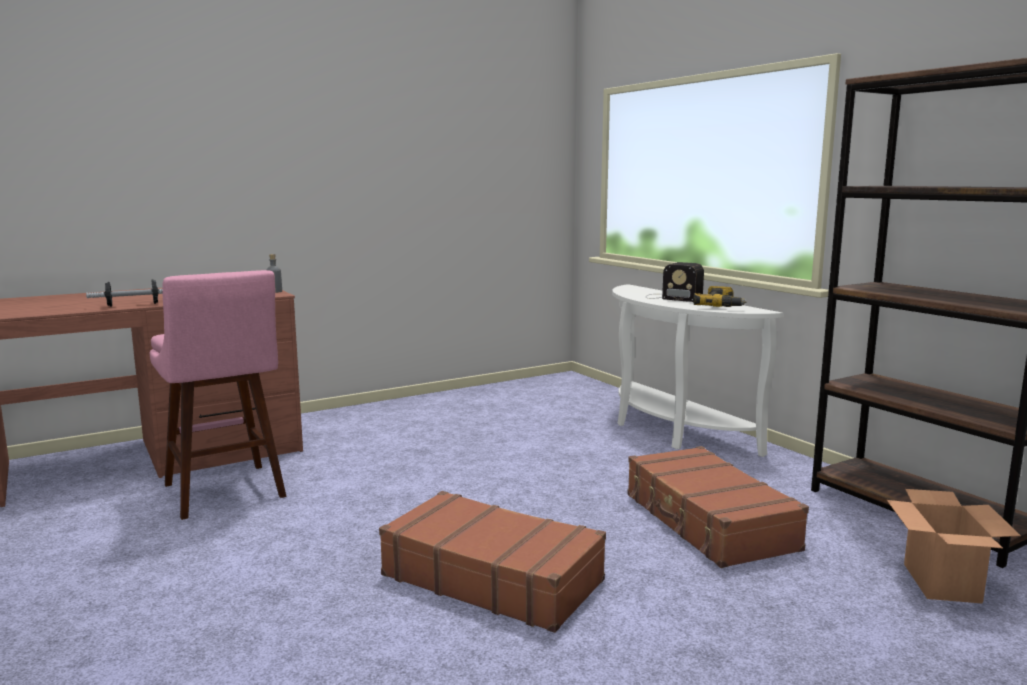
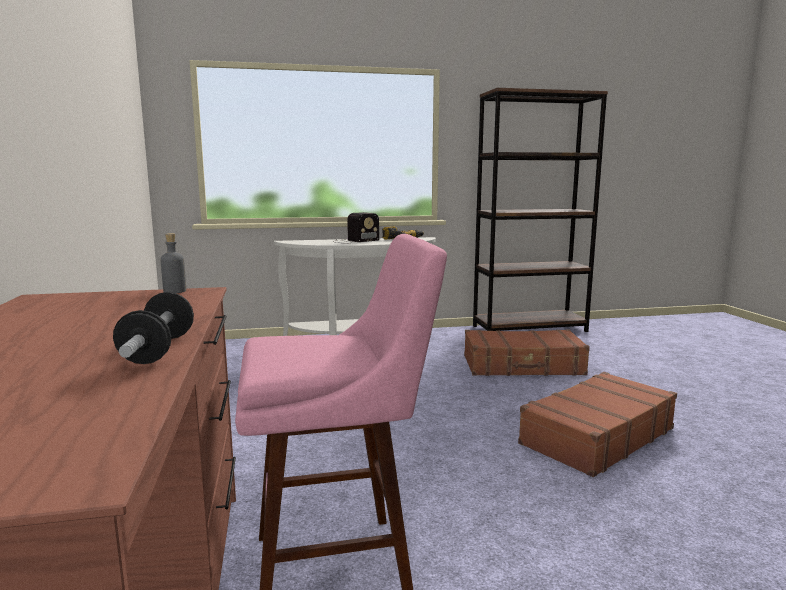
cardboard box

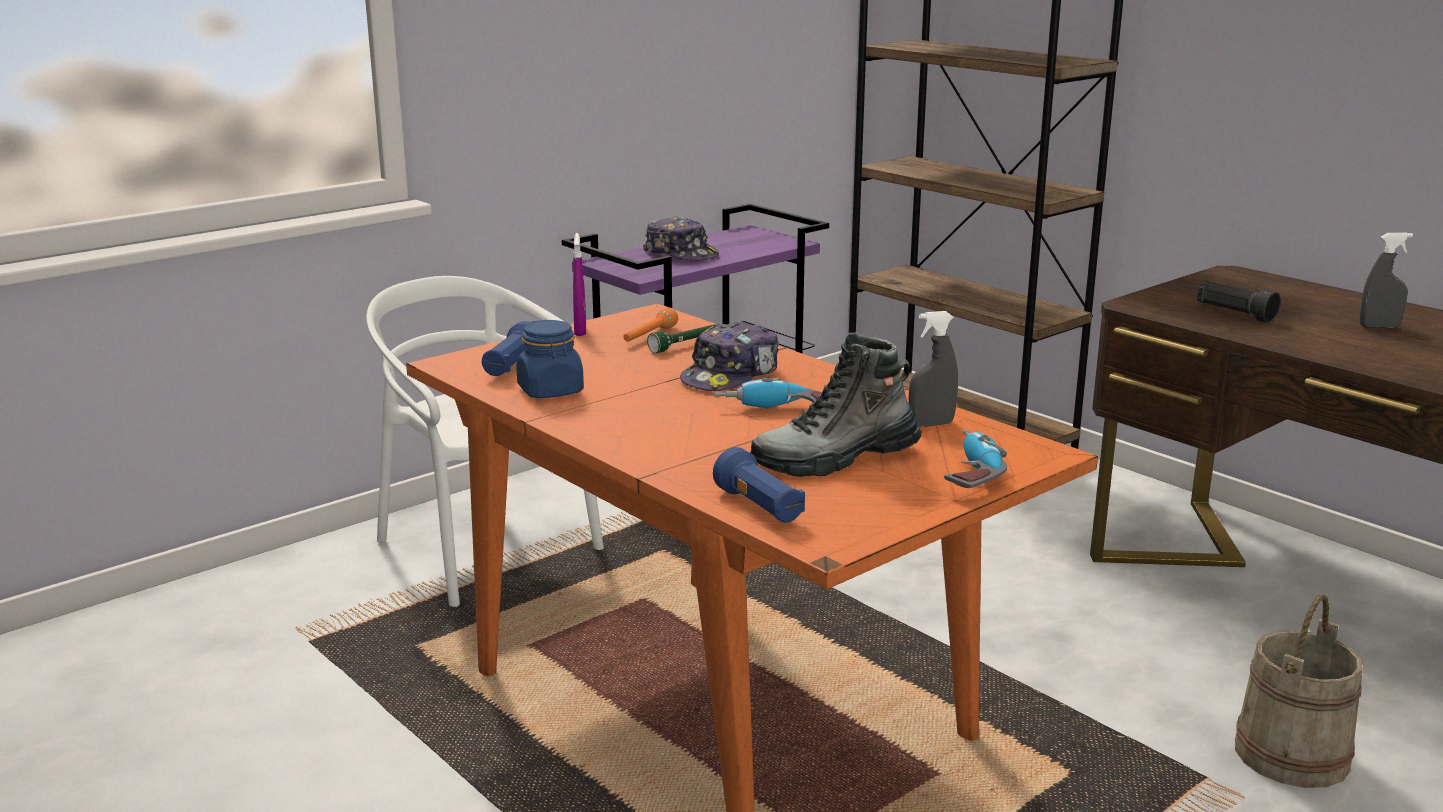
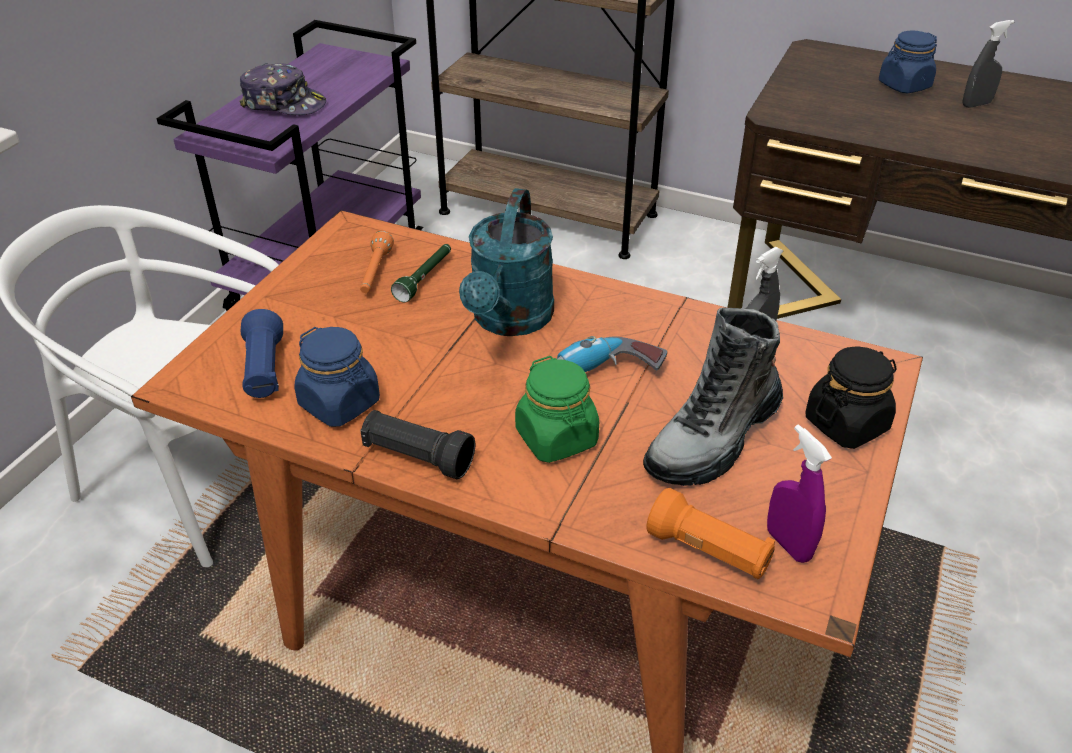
beige bucket
green jar
blue jar (no. 2 from left)
purple spray bottle
black flashlight
turquoise watering can
black jar
orange flashlight (no. 2 from left)

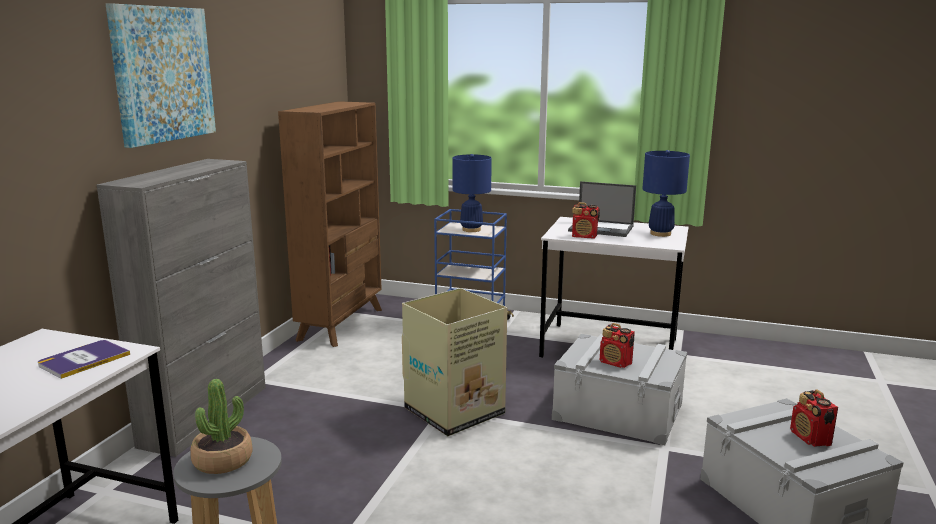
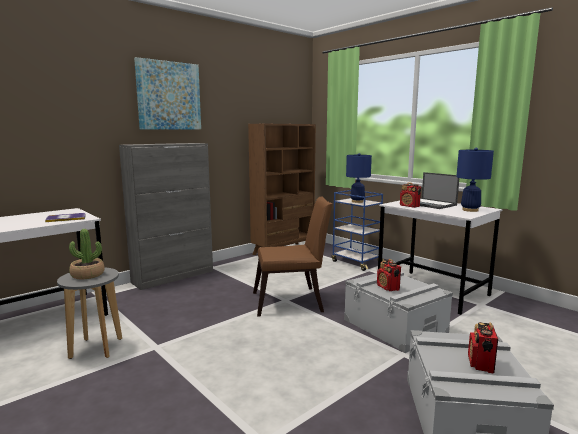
brown chair

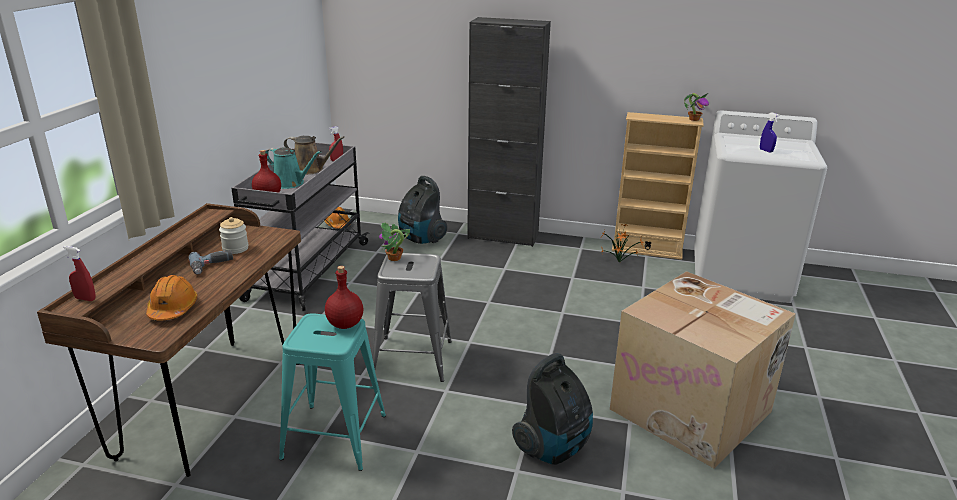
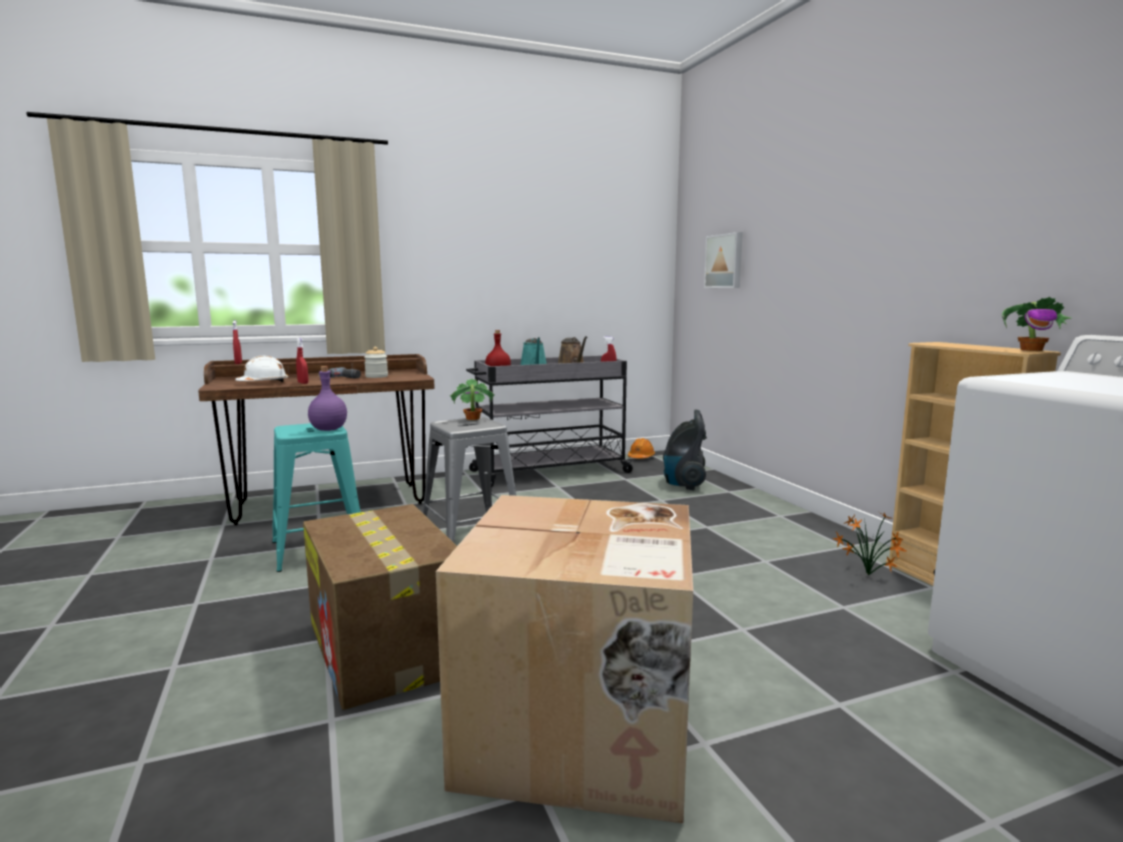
black cabinet
blue spray bottle
red spray bottle (no. 2 from left)
picture
cardboard box (no. 1 from left)
white hard hat
purple bottle

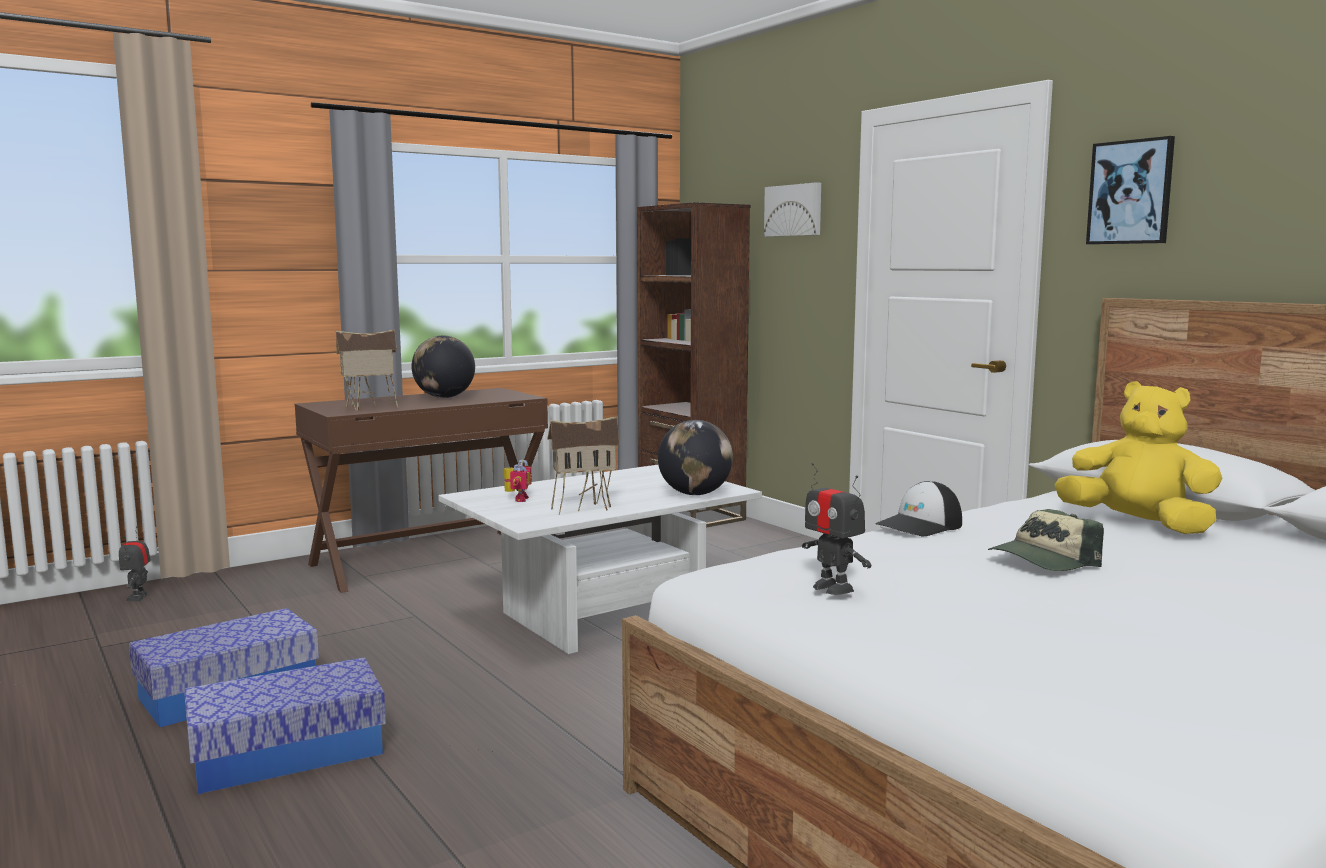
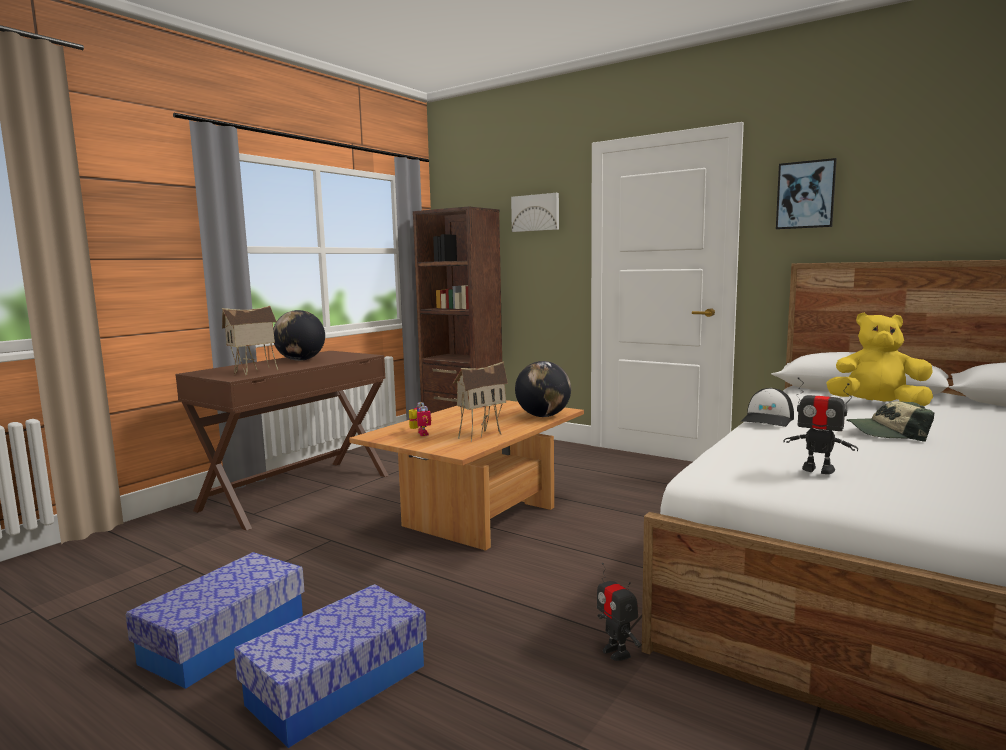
toy robot (no. 2 from left)
brown coffee table
cap (no. 2 from left)

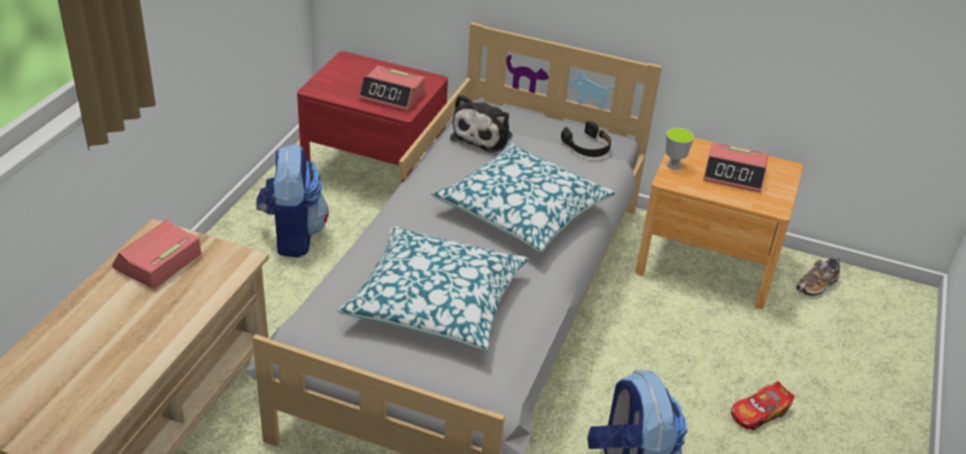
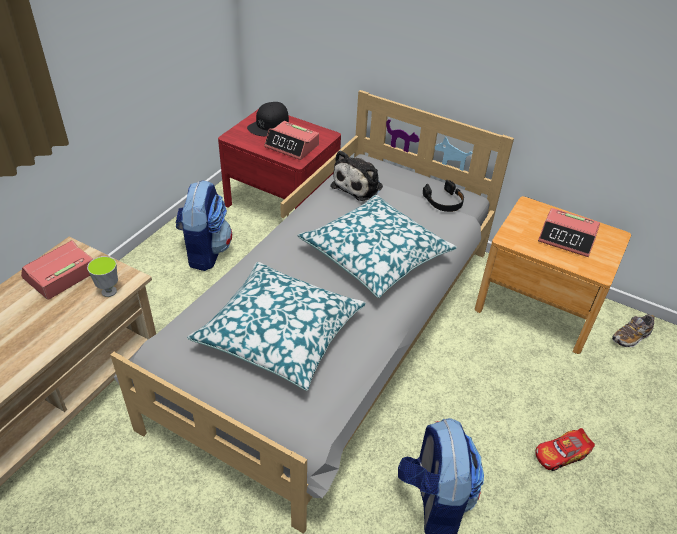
black cap
cup

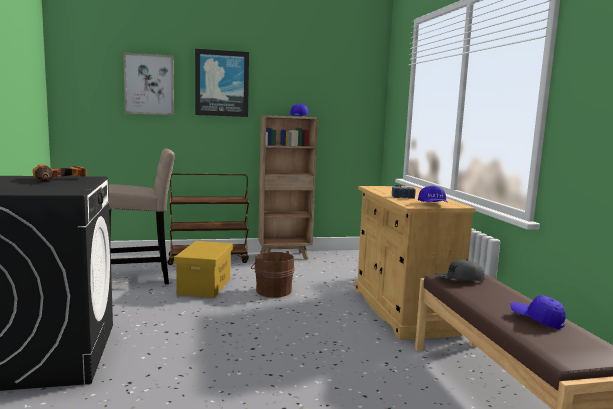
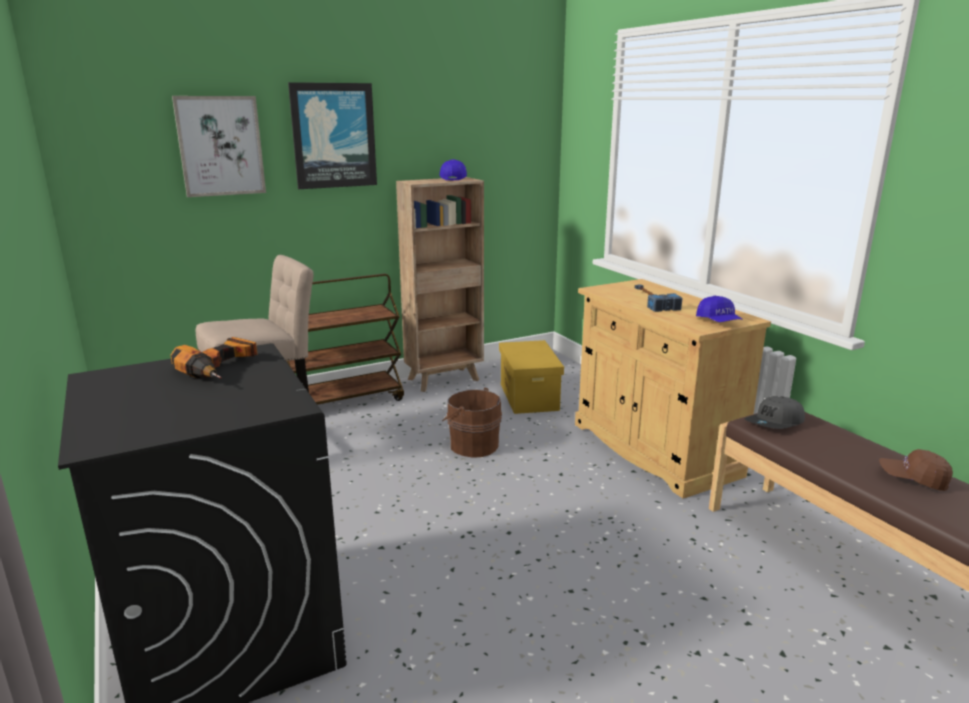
yellow storage box
brown cap

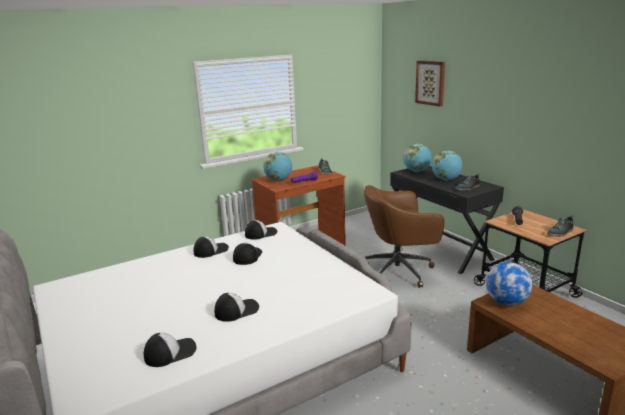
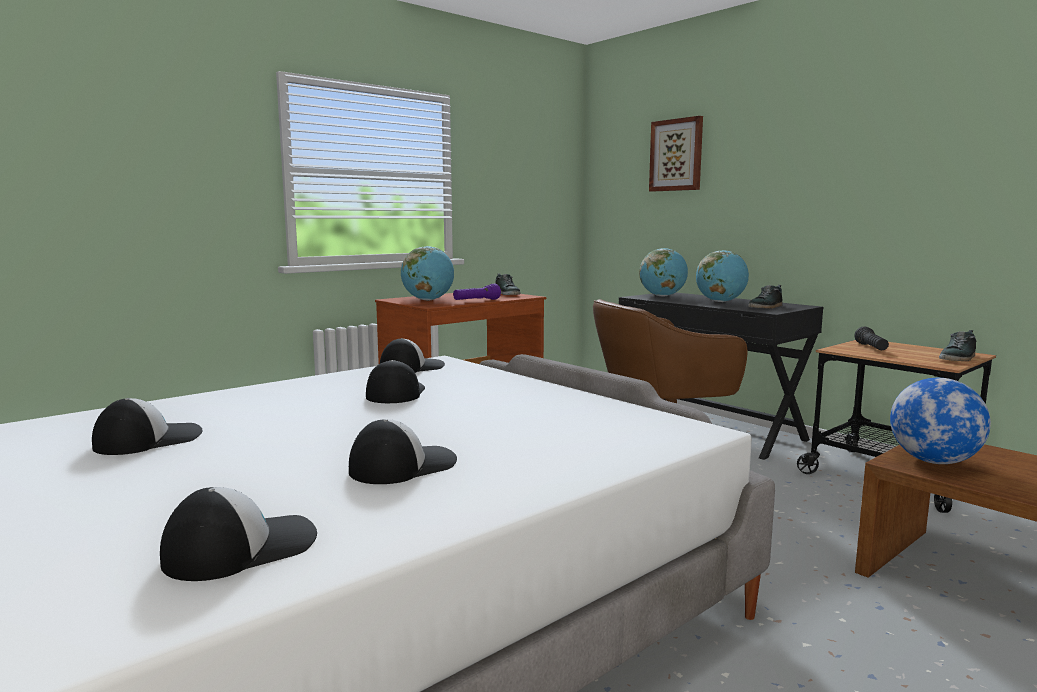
cap (no. 1 from left)

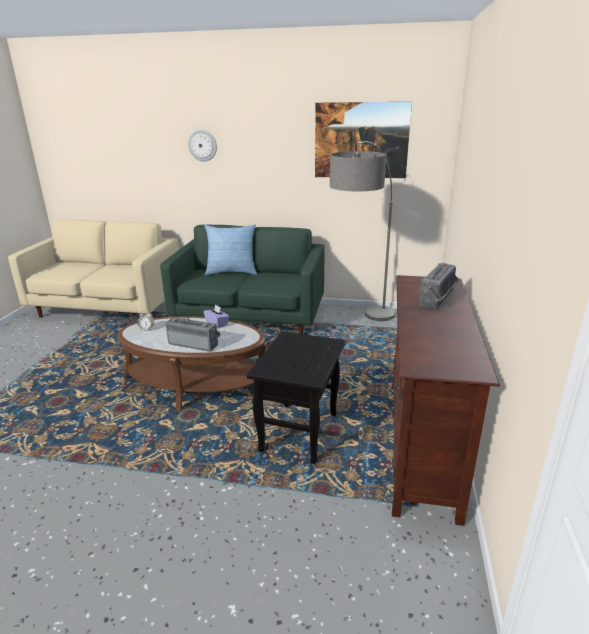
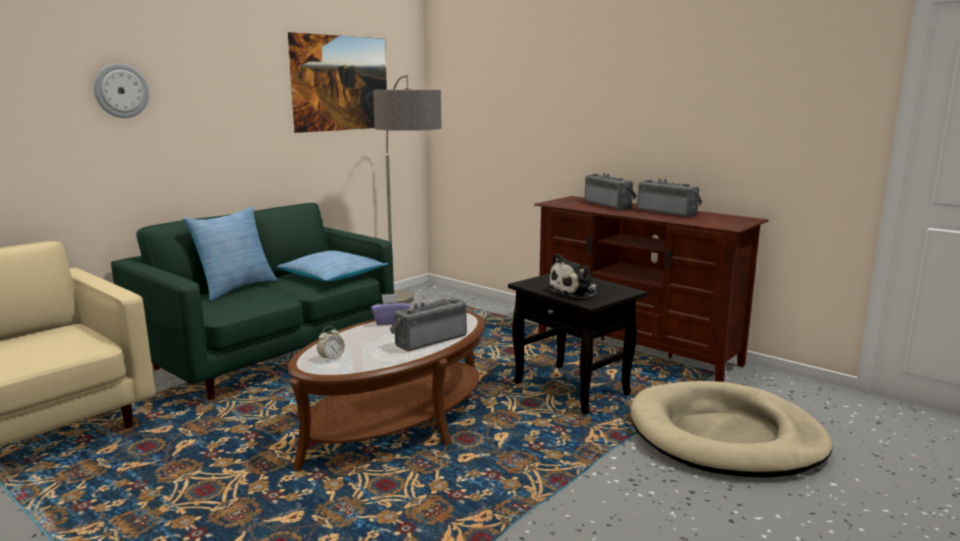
pillow (no. 2 from left)
plush toy
beige dog bed
radio (no. 3 from left)

